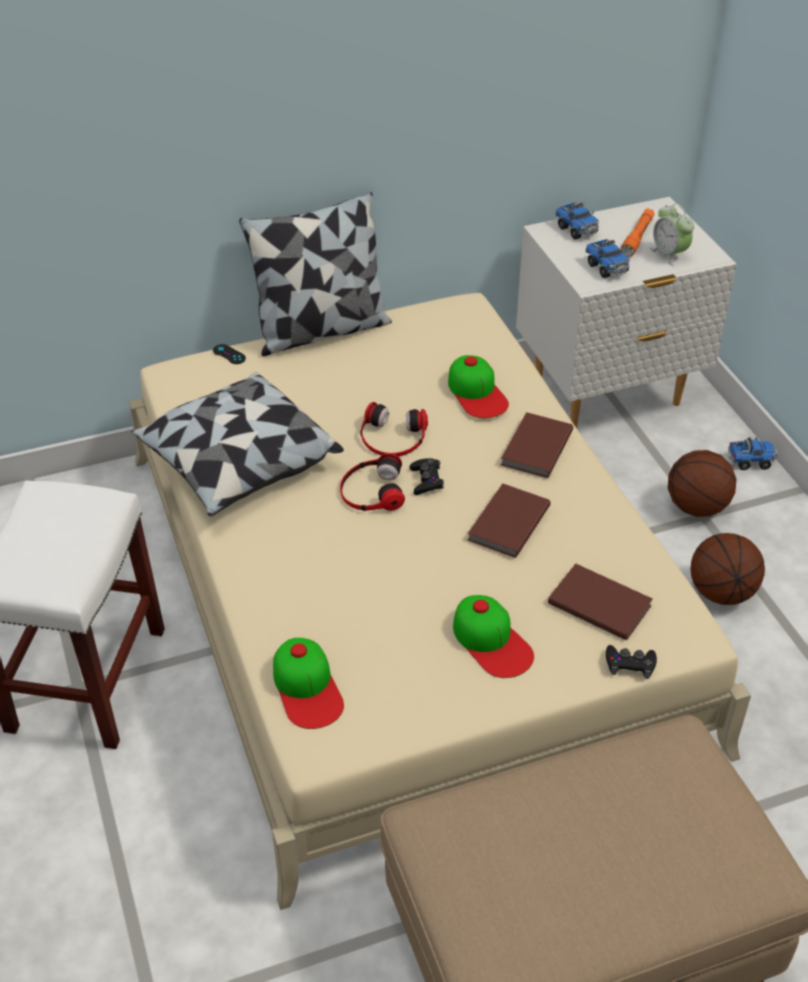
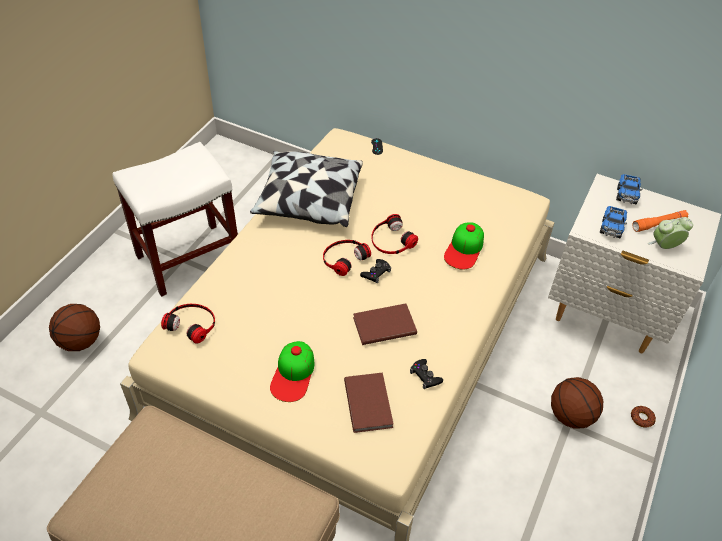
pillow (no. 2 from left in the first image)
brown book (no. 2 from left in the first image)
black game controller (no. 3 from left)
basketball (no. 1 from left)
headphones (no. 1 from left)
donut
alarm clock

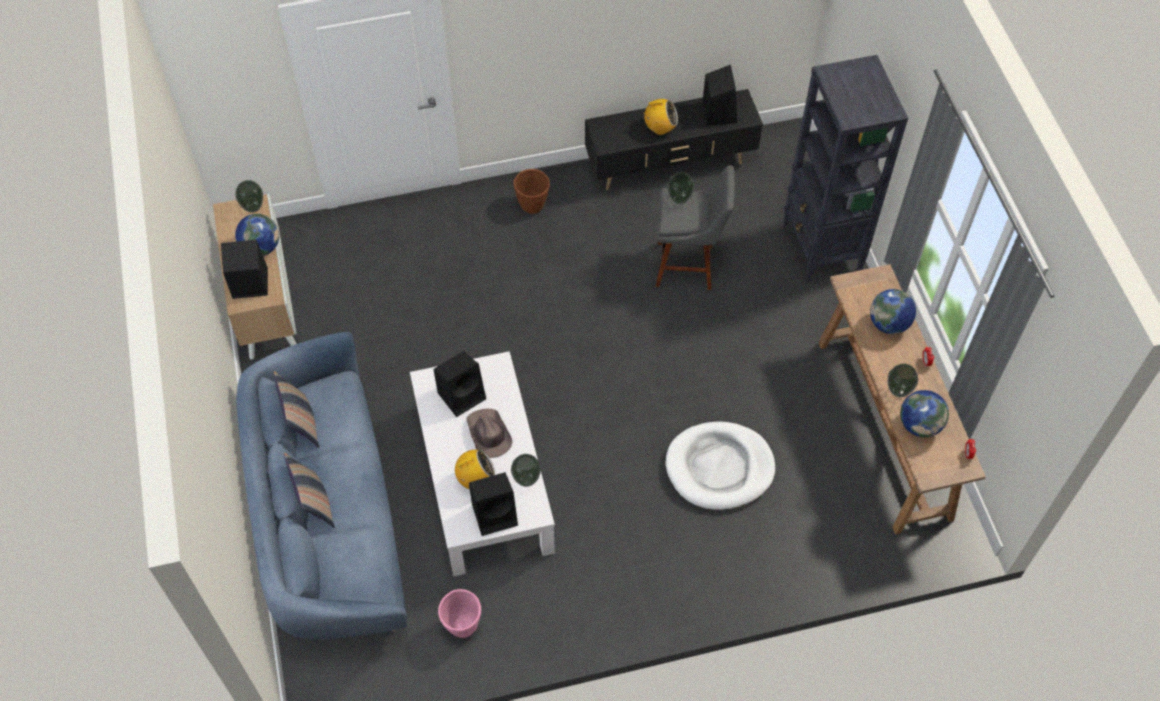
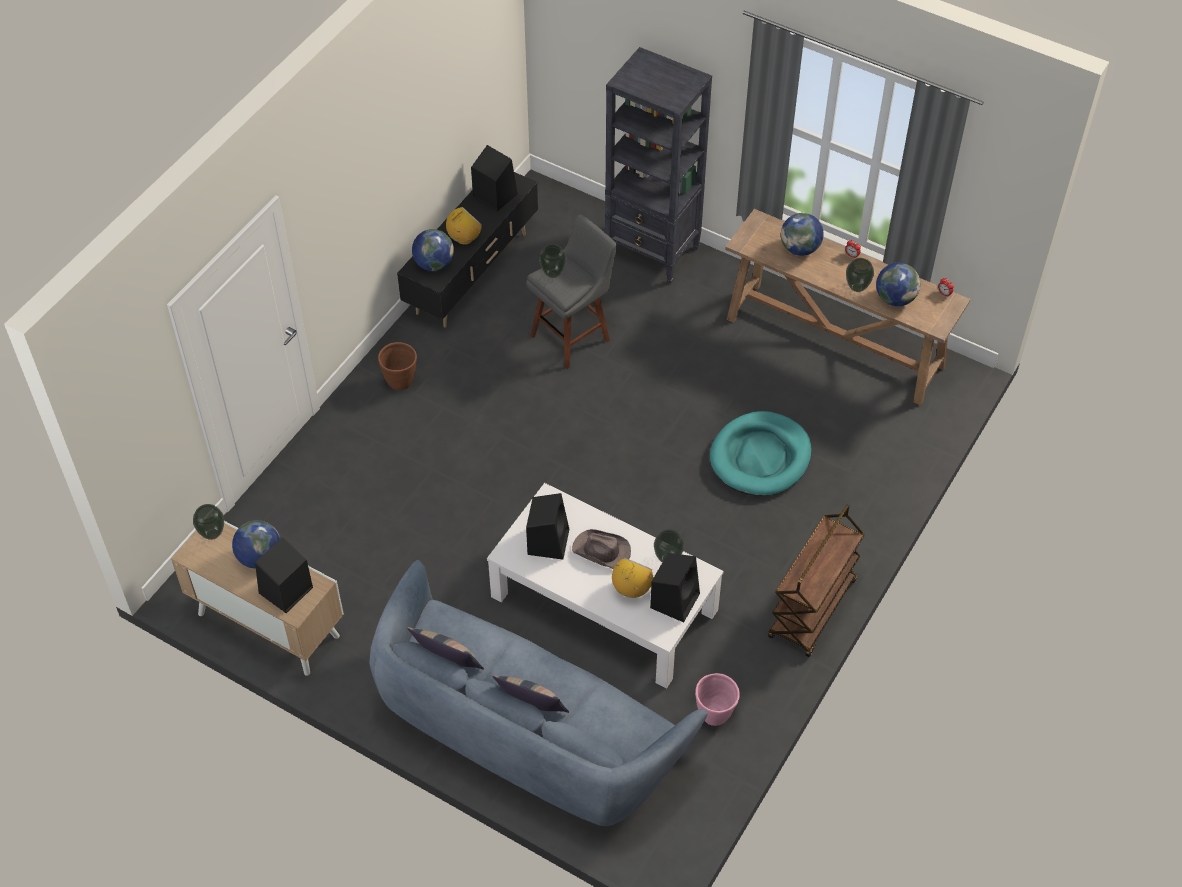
globe (no. 2 from left)
brown cart
turquoise dog bed

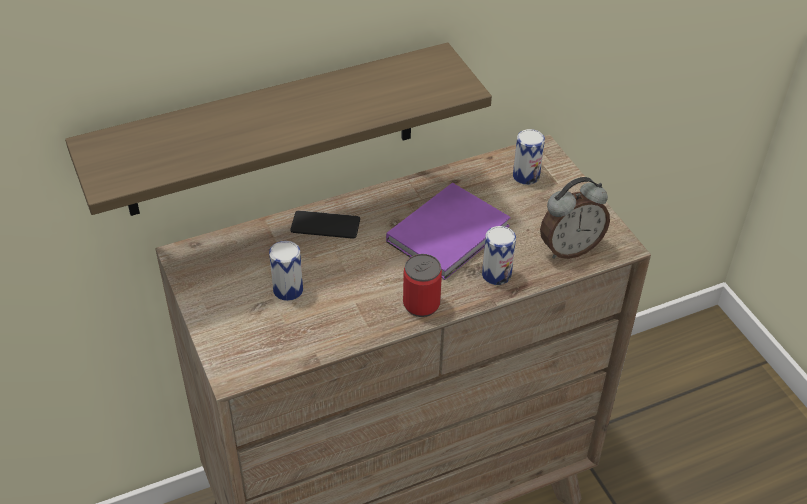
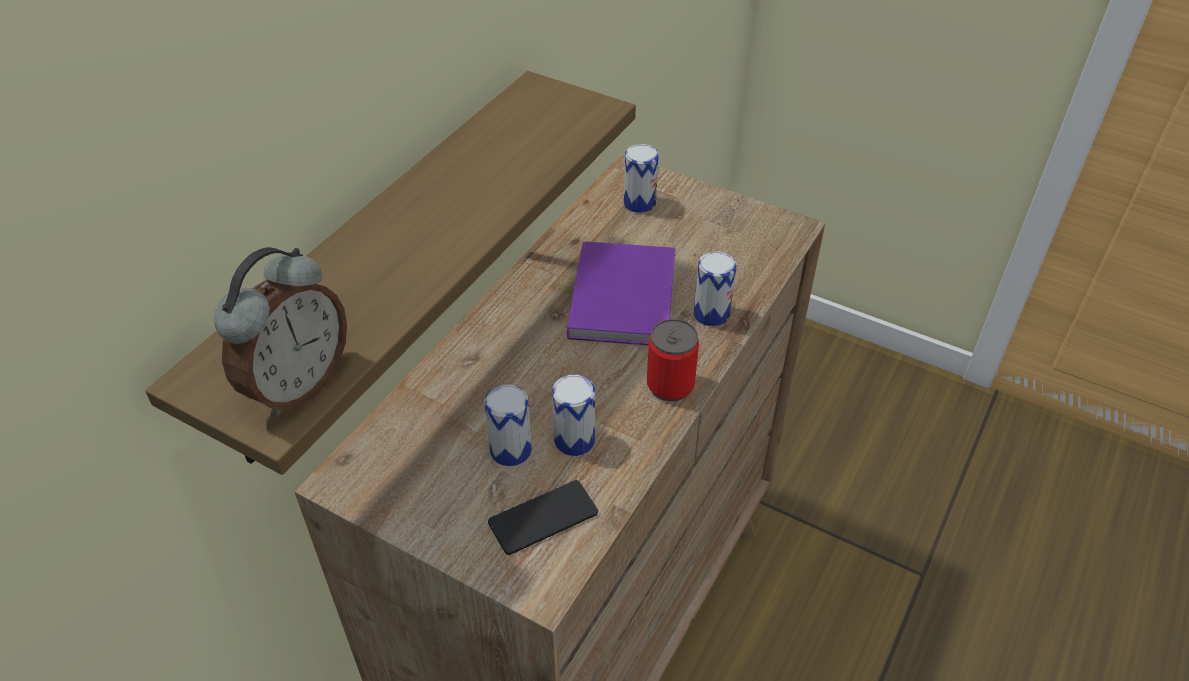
can (no. 2 from left)
phone
alarm clock

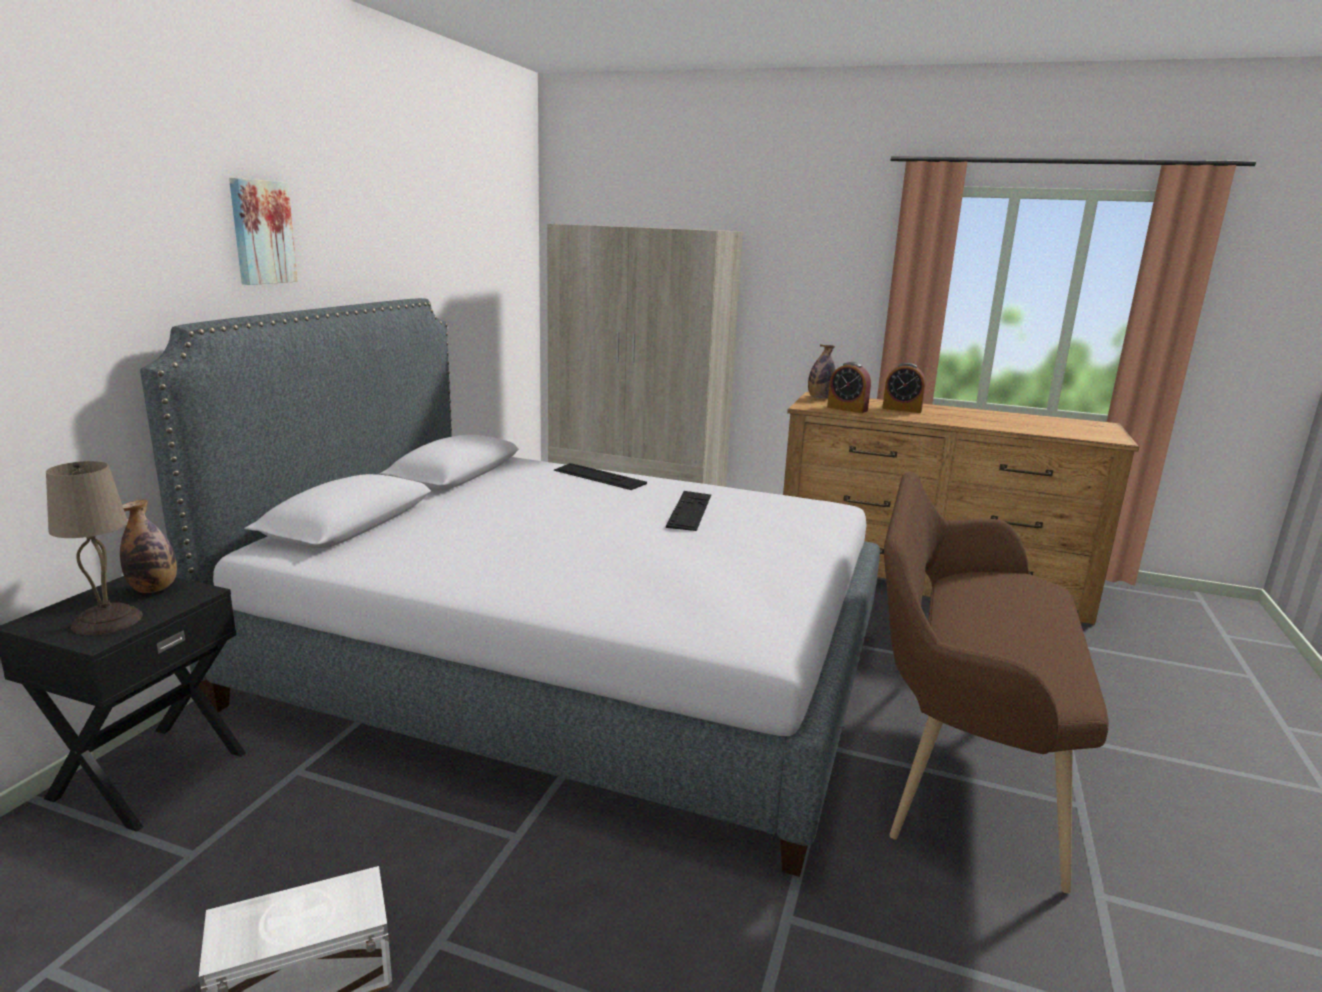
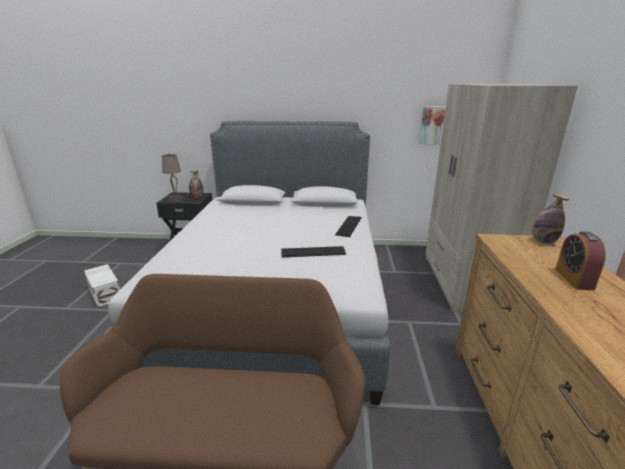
alarm clock (no. 1 from left in the first image)
picture

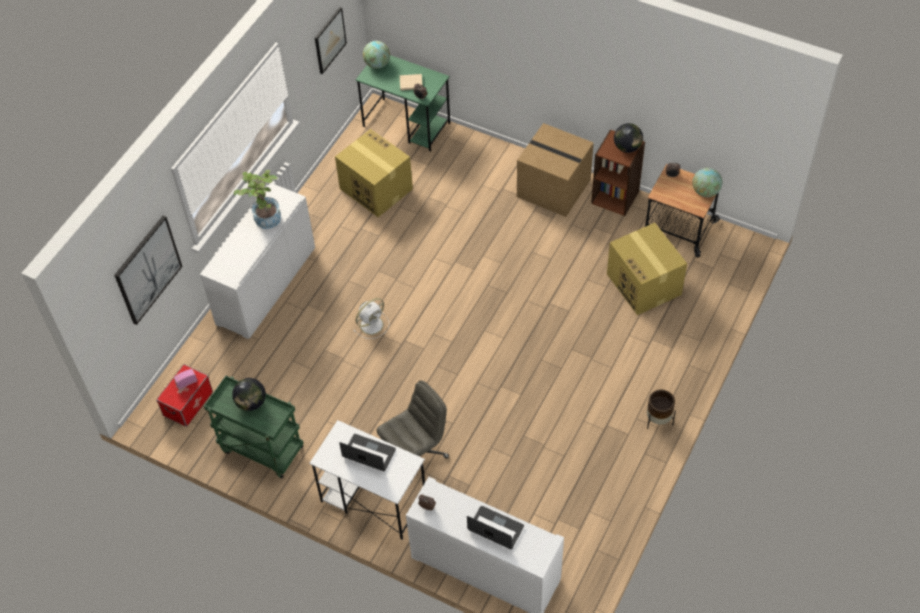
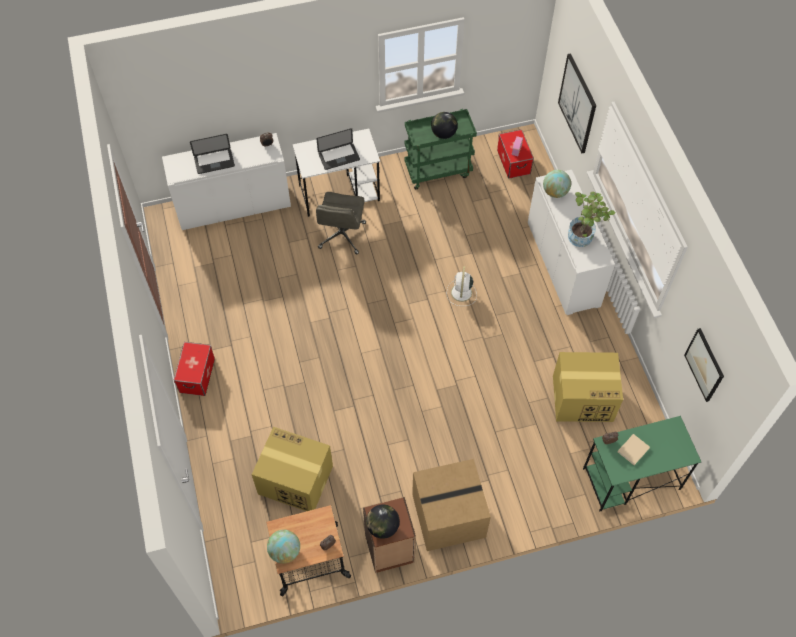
globe (no. 4 from left)
storage box (no. 1 from left)

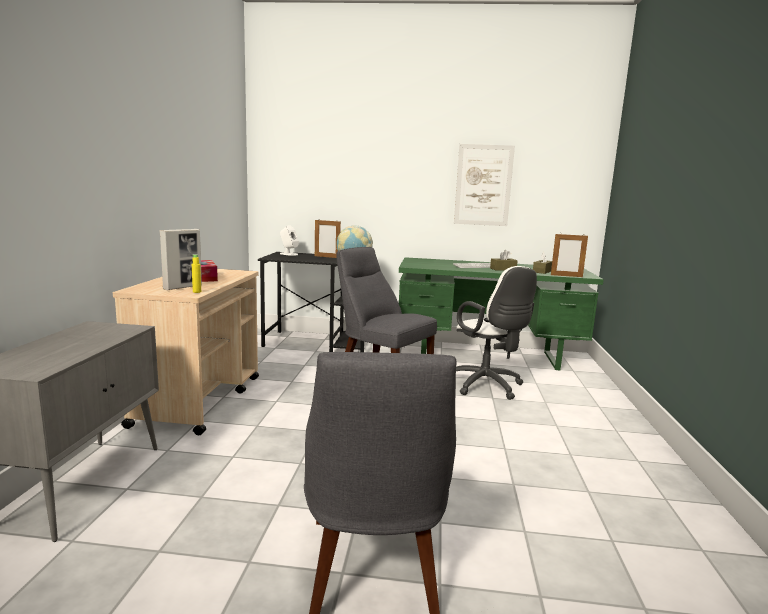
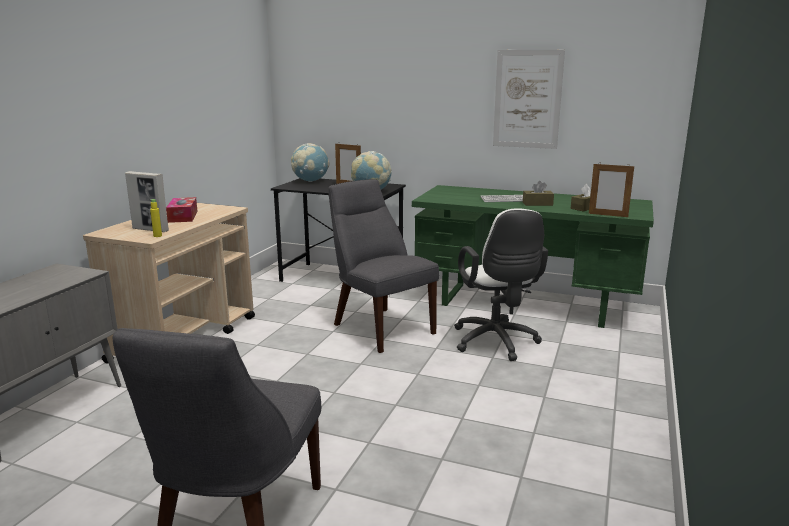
globe (no. 1 from left)
picture frame (no. 1 from left)

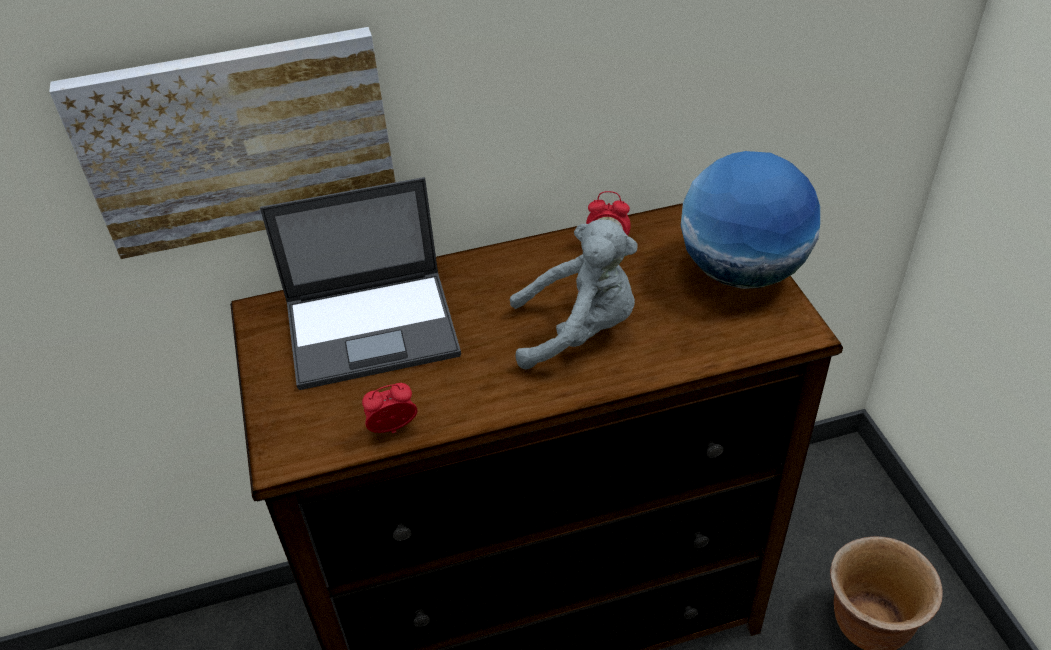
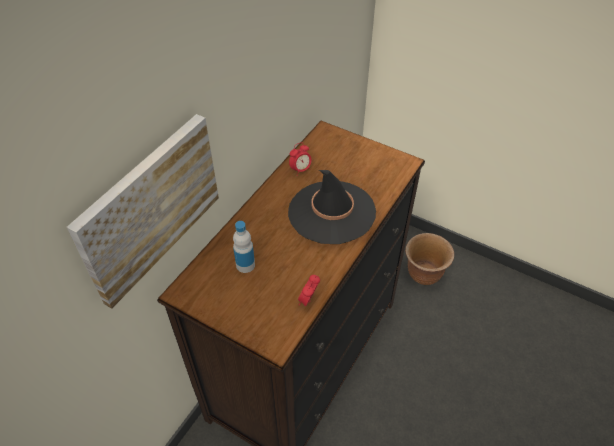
globe
bottle
black hat

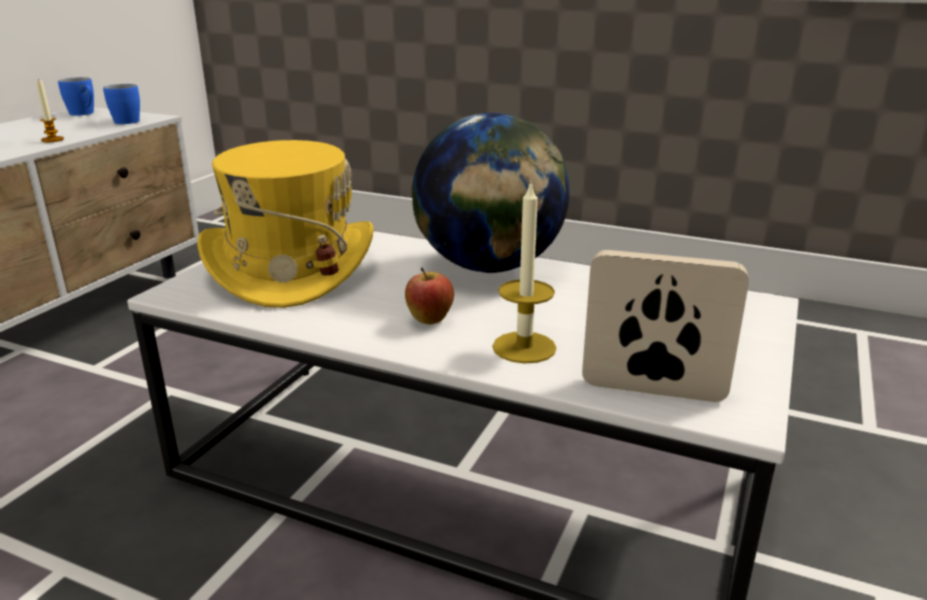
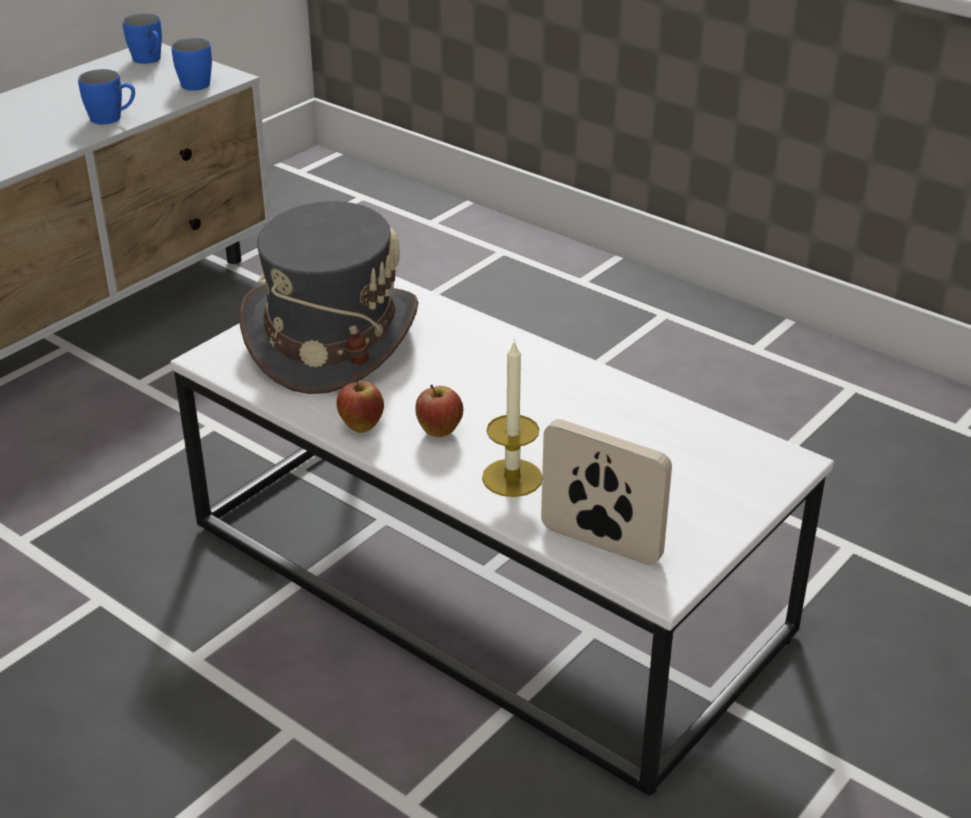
globe
apple (no. 1 from left)
blue mug (no. 1 from left)
grey hat

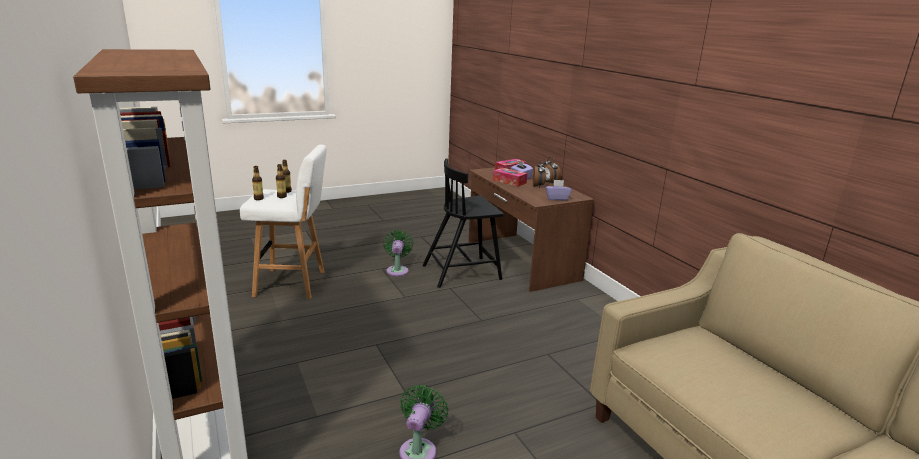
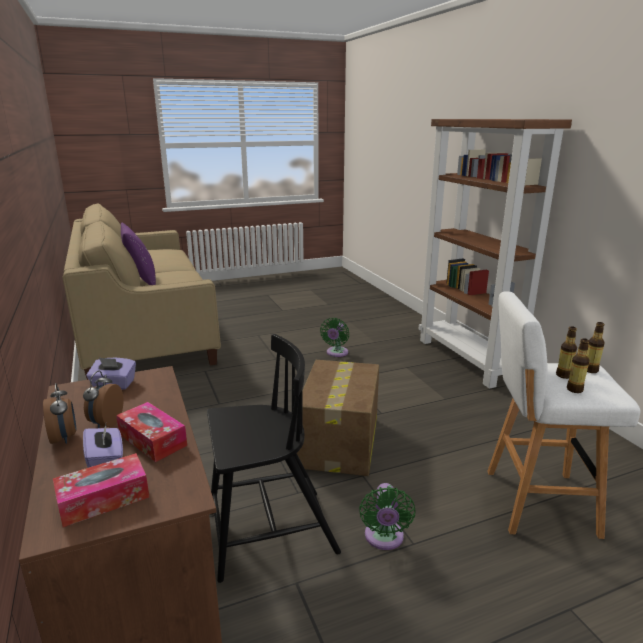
purple pillow
cardboard box

